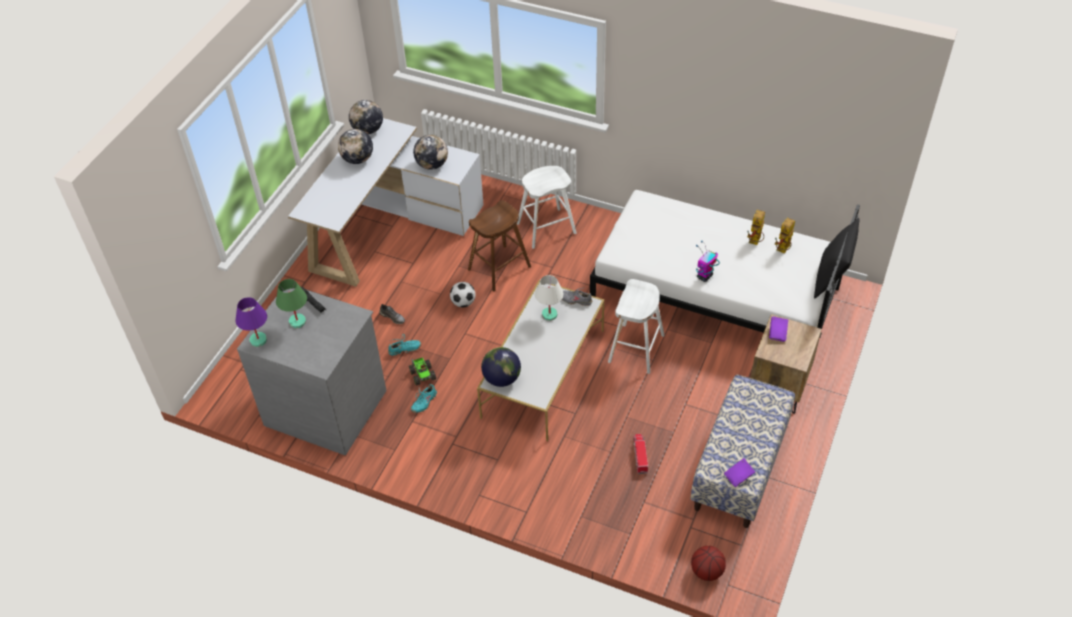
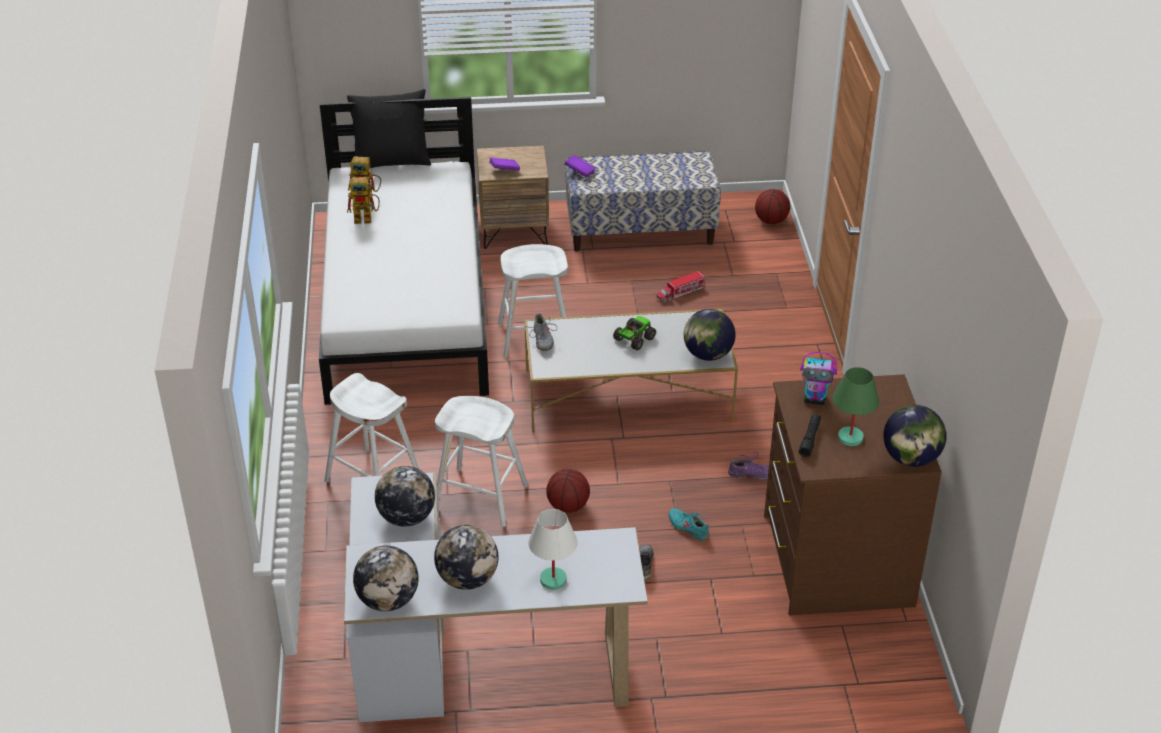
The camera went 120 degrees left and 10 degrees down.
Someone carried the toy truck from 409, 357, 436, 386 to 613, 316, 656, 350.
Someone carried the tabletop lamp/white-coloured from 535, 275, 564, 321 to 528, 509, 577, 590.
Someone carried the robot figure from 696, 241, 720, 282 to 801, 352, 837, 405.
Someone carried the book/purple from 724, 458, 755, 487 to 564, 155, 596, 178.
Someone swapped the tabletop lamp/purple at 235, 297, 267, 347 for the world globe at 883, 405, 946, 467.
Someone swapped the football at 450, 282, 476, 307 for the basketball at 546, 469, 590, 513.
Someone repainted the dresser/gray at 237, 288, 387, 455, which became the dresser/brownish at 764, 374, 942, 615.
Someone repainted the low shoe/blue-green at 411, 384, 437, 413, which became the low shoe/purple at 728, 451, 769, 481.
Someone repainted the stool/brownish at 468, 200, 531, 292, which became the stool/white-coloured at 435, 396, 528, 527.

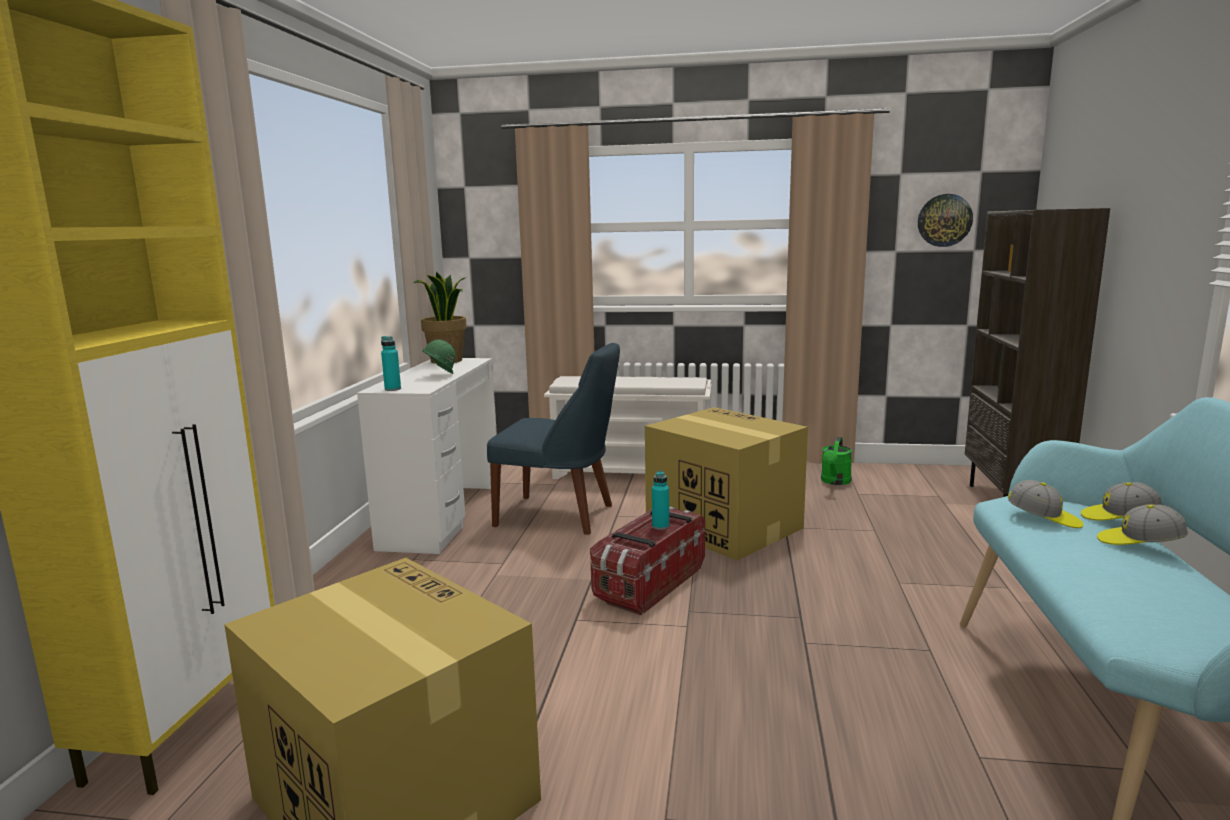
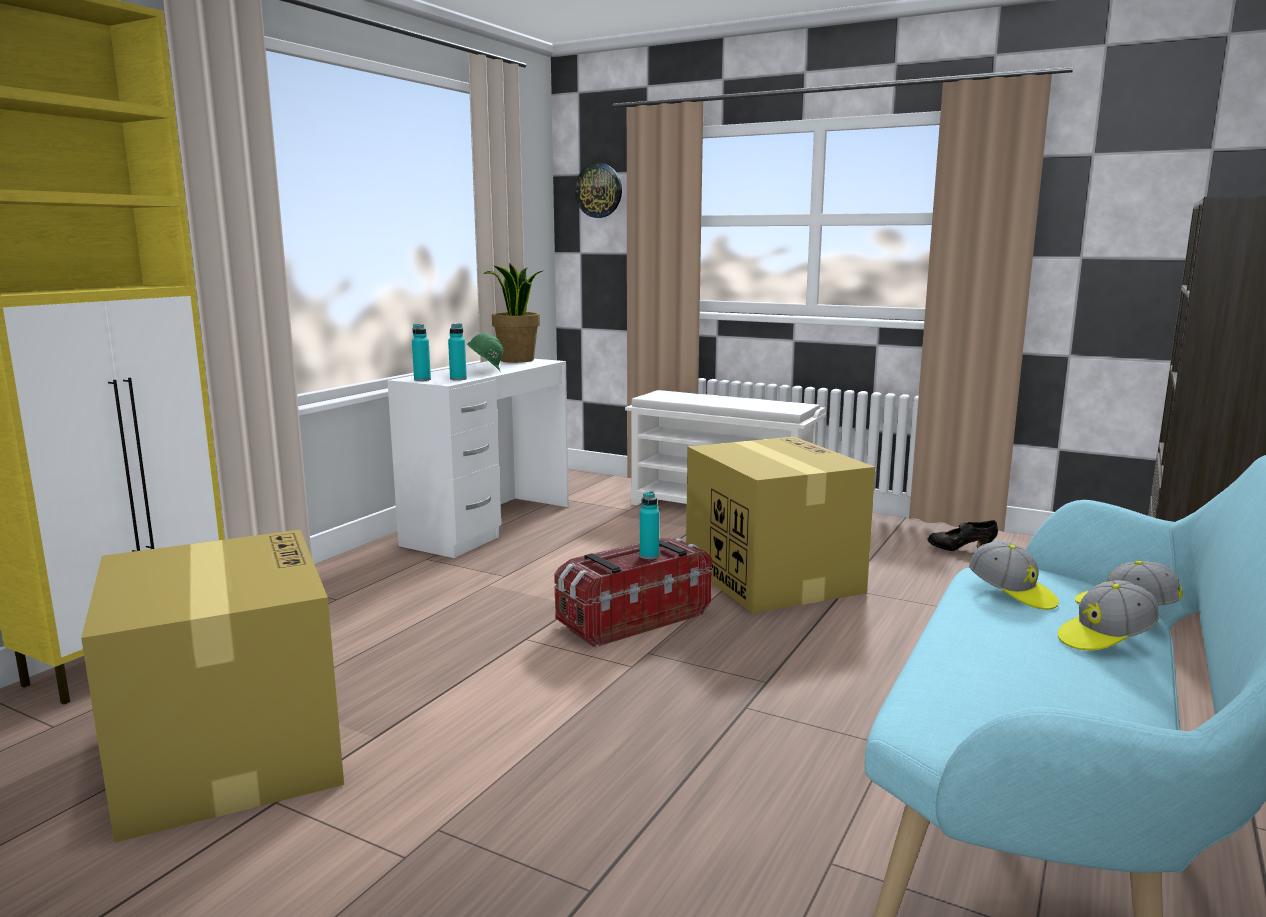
The camera went 20 degrees right and 0 degrees up.
Someone took away the plain chair/blue at 487, 343, 620, 535.
Someone put down the bottle/blue-green at 448, 323, 467, 381.
Someone carried the clock on the wall from 918, 194, 973, 247 to 575, 163, 622, 218.
Someone swapped the watering pot/greenish at 821, 437, 852, 485 for the low shoe/blackish at 927, 520, 998, 551.
Someone rotated the cap at 1097, 504, 1188, 545 by 60 degrees counterclockwise.

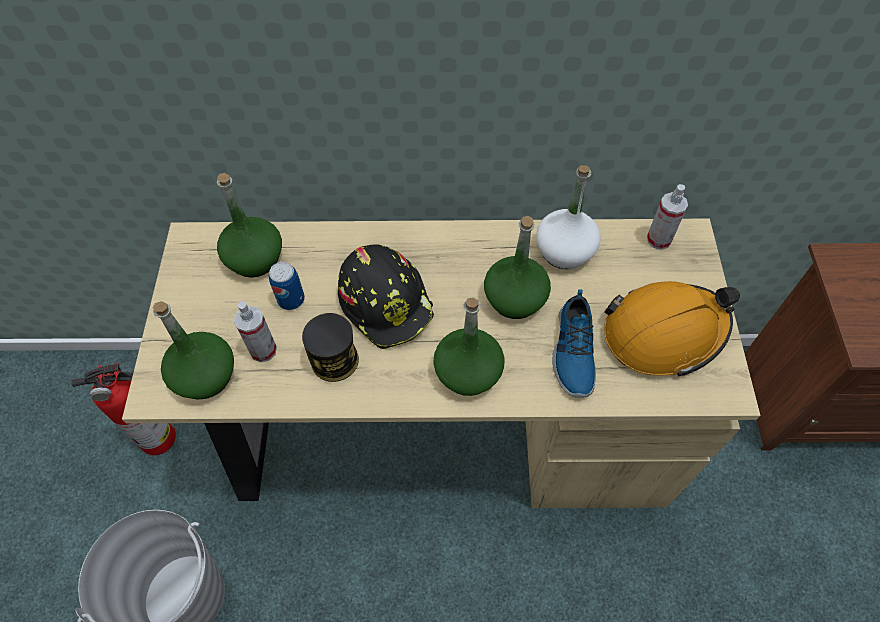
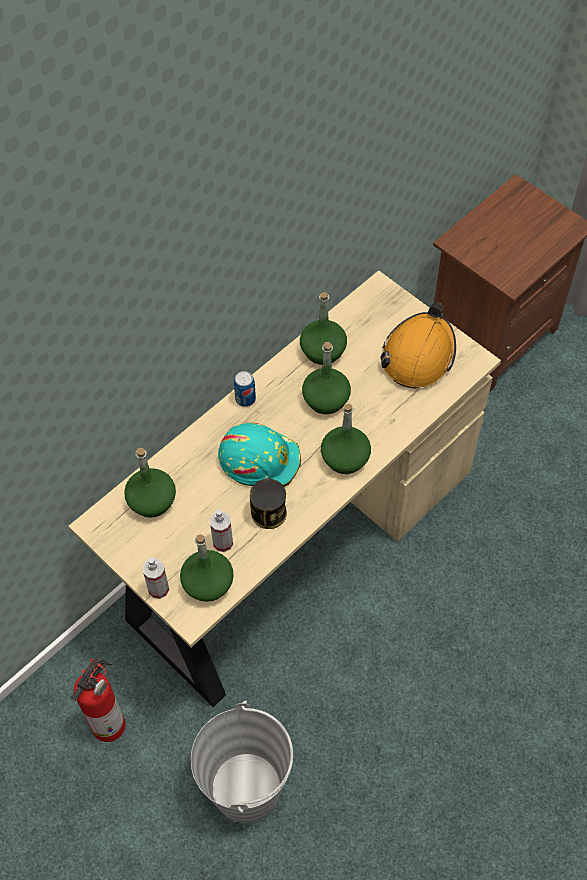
The camera went 45 degrees left and 0 degrees up.
Someone took away the low shoe at 552, 289, 596, 398.
Someone carried the sealed can from 269, 262, 305, 310 to 234, 371, 256, 407.
Someone carried the spray bottle from 647, 184, 688, 250 to 143, 557, 169, 599.
Someone repainted the safety helmet/blackish at 338, 245, 434, 349, which became the safety helmet/blue-green at 218, 423, 301, 487.
Someone repainted the bottle/white-coloured at 536, 165, 601, 269, which became the bottle/greenish at 300, 292, 347, 365.

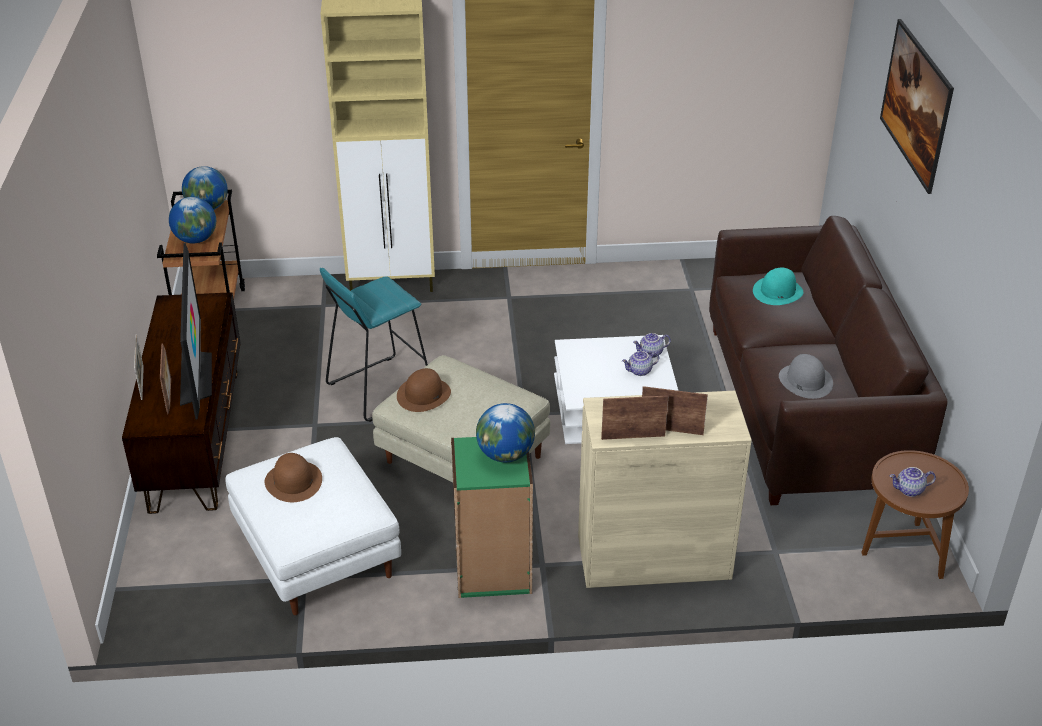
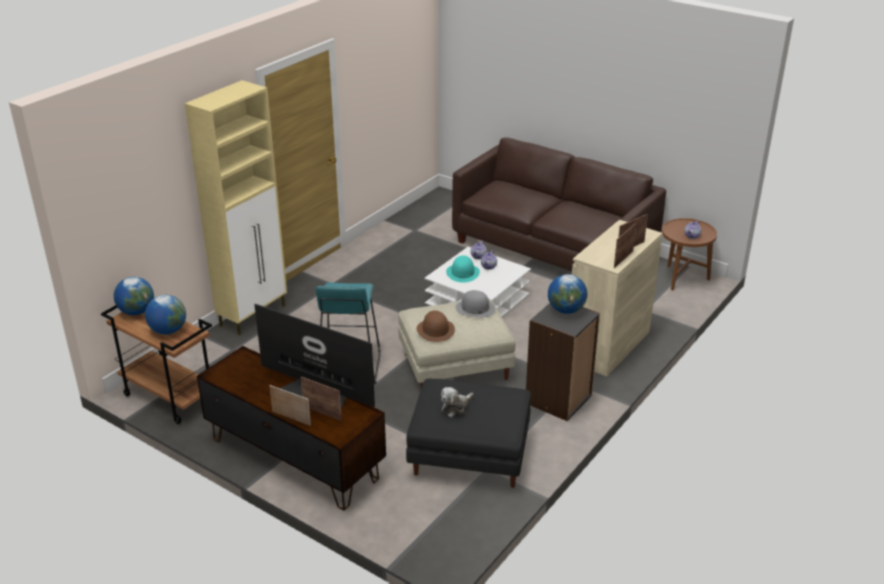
The camera went 50 degrees left and 5 degrees down.
Someone took away the picture at 880, 19, 954, 194.
Someone carried the hat/blue-green from 753, 268, 803, 305 to 446, 256, 480, 283.
Someone carried the hat/gray from 779, 354, 833, 399 to 455, 290, 495, 318.
Someone swapped the hat/brownish at 265, 453, 322, 502 for the cuddly toy at 441, 387, 474, 418.
Someone repainted the pouffe/white-coloured at 225, 437, 401, 615, which became the pouffe/blackish at 406, 378, 531, 488.
Someone repainted the shelving unit/greenish at 451, 437, 533, 598, which became the shelving unit/blackish at 526, 303, 600, 421.

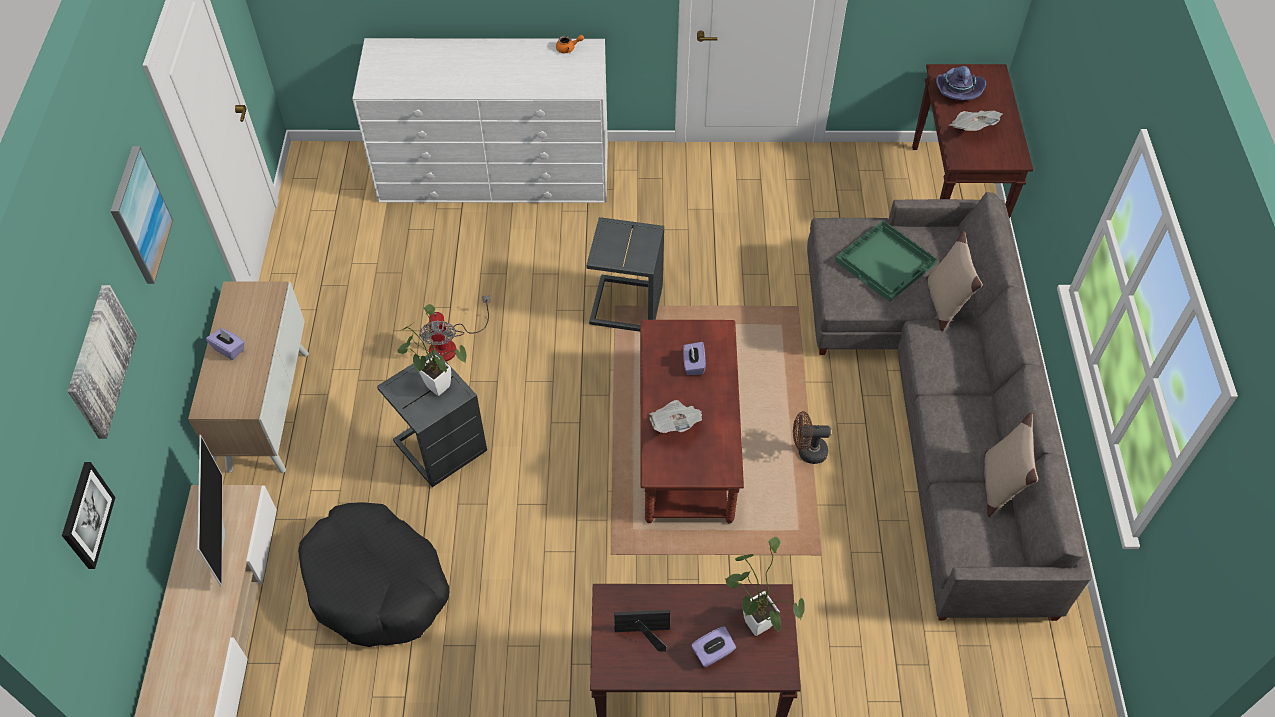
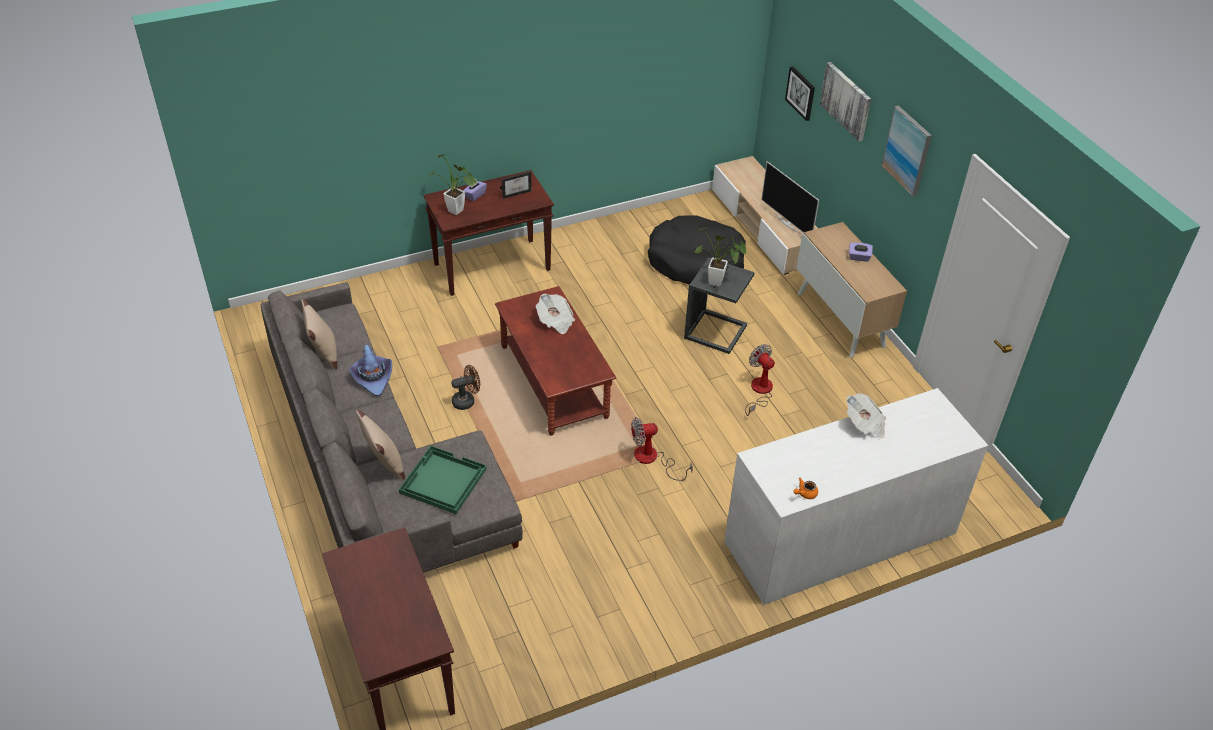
The camera went 155 degrees right and 10 degrees down.
Someone took away the tissue box/purple at 683, 342, 706, 375.
Someone carried the hat/purple from 936, 66, 986, 100 to 349, 344, 392, 396.
Someone carried the printed paper from 949, 111, 1003, 131 to 846, 393, 886, 438.
Someone swapped the accent table/gray at 586, 217, 664, 332 for the electric fan at 631, 417, 693, 481.

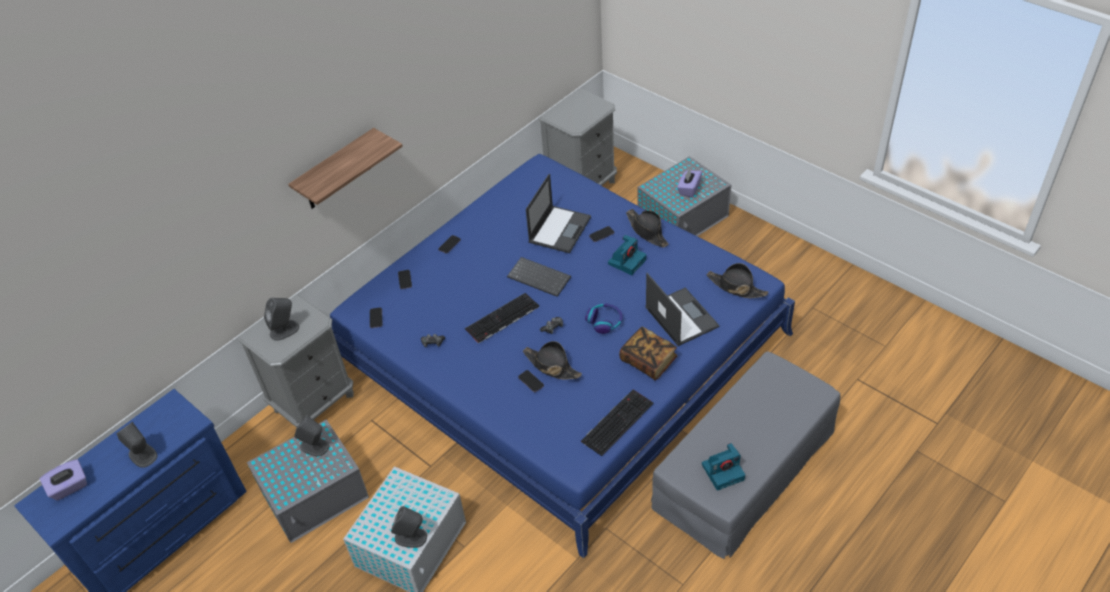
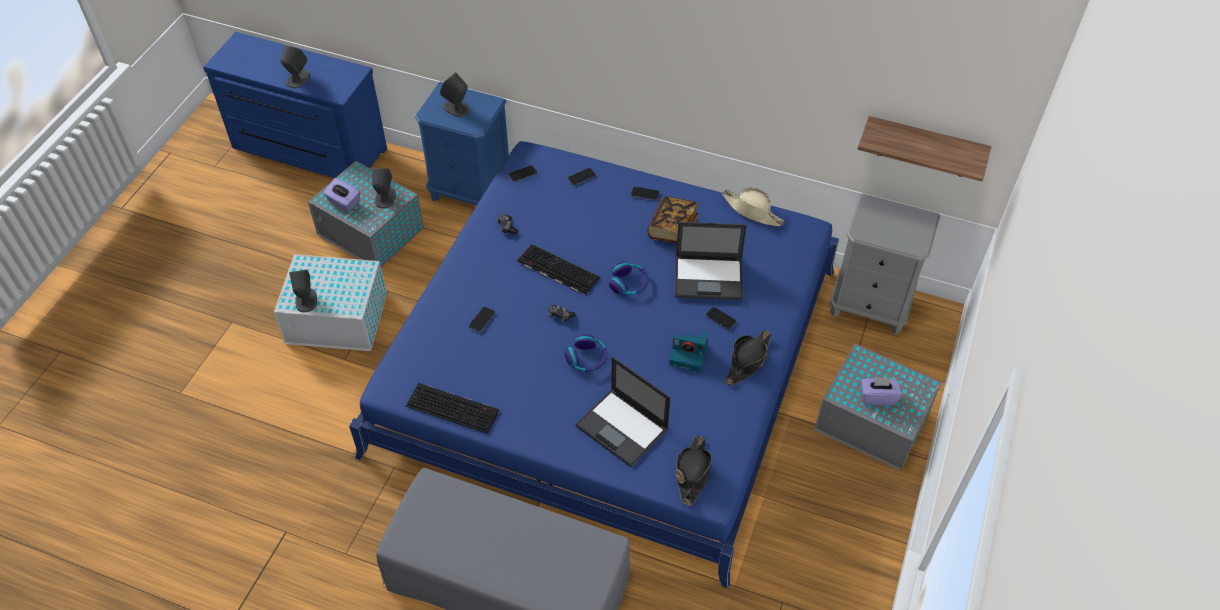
The camera went 65 degrees right and 5 degrees up.
Someone took away the hat/blackish at 523, 341, 582, 379.
Someone took away the photo camera at 702, 443, 745, 491.
Someone put down the hat/beige at 722, 187, 784, 226.
Someone carried the tissue box/purple from 40, 459, 87, 501 to 323, 178, 360, 212.
Someone carried the bracket shelf from 288, 128, 403, 209 to 857, 116, 991, 181.
Someone carried the book from 619, 326, 677, 380 to 647, 196, 698, 243.
Someone swapped the computer keyboard at 507, 257, 571, 297 for the headset at 609, 262, 649, 295.
Someone repainted the bedside table/gray at 237, 294, 354, 428, which became the bedside table/blue at 415, 82, 509, 205.
Someone rotated the portable computer at 645, 273, 720, 346 by 90 degrees clockwise.

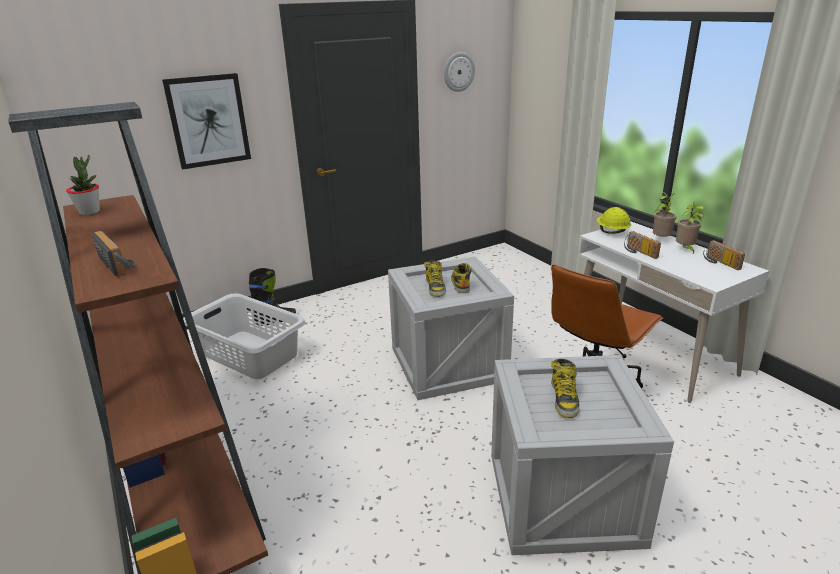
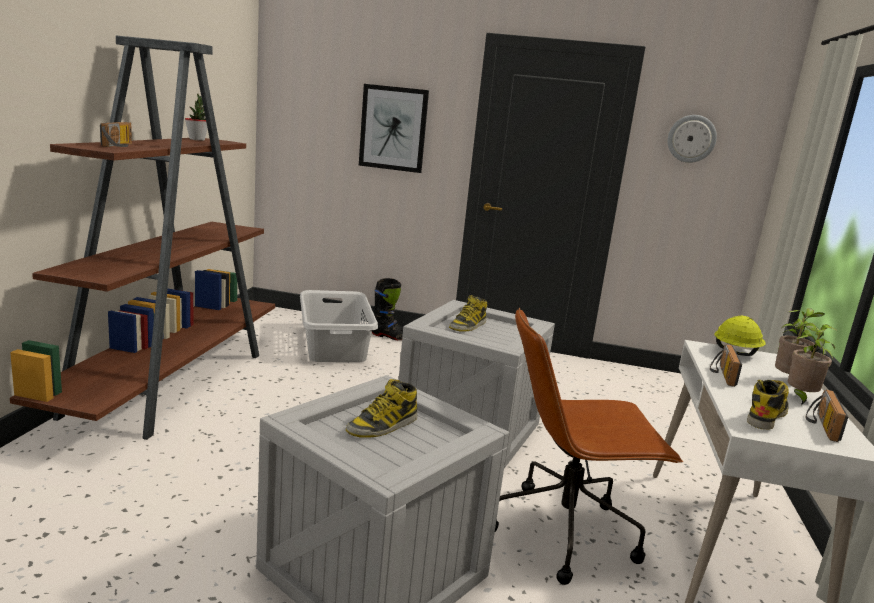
The camera went 40 degrees right and 10 degrees down.
Someone carried the boot from 451, 263, 472, 293 to 747, 380, 789, 430.

